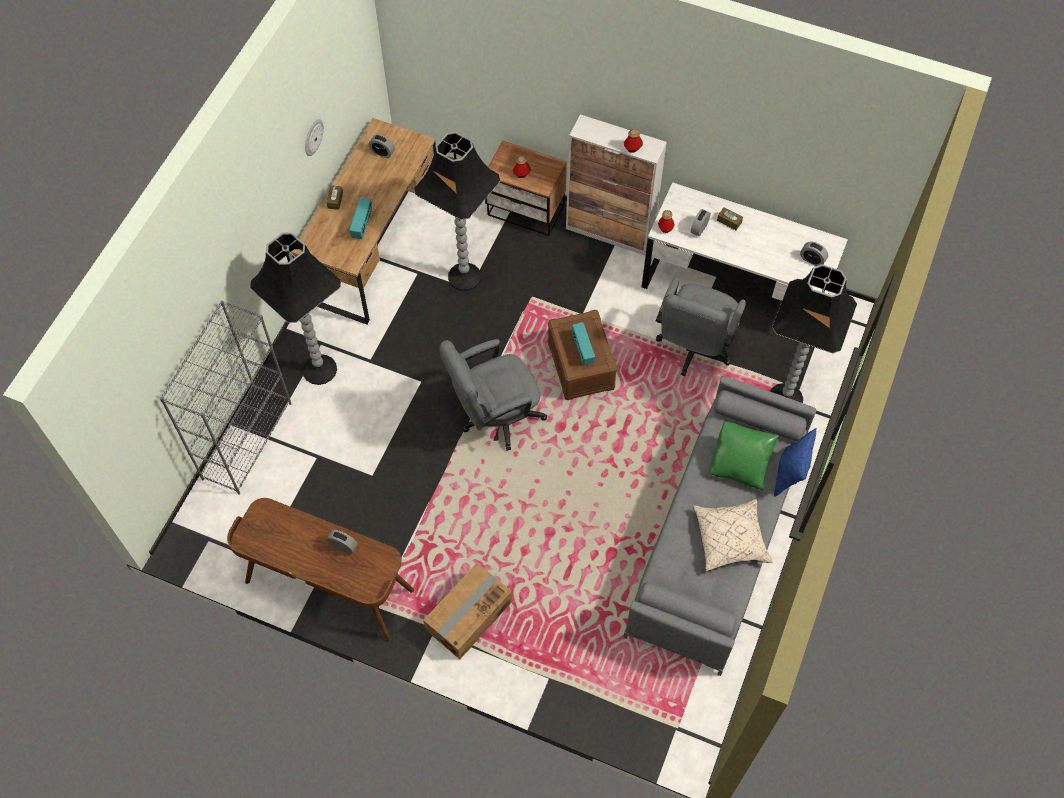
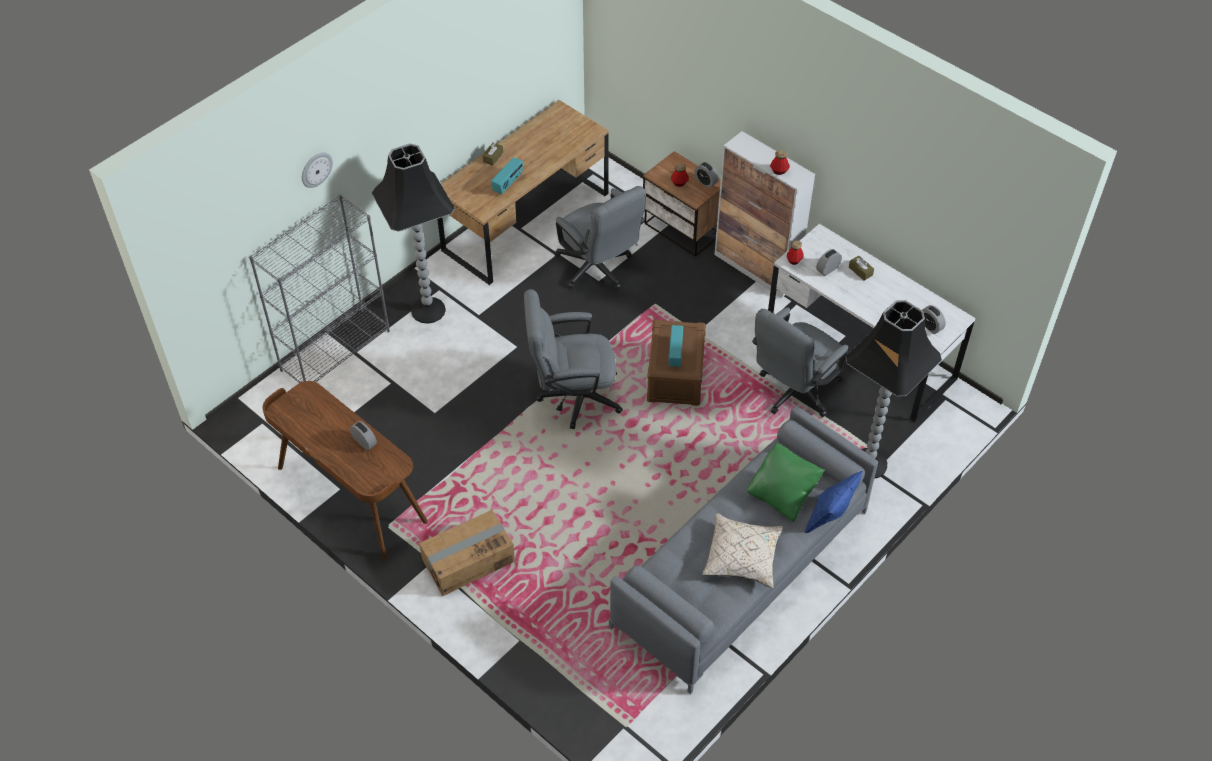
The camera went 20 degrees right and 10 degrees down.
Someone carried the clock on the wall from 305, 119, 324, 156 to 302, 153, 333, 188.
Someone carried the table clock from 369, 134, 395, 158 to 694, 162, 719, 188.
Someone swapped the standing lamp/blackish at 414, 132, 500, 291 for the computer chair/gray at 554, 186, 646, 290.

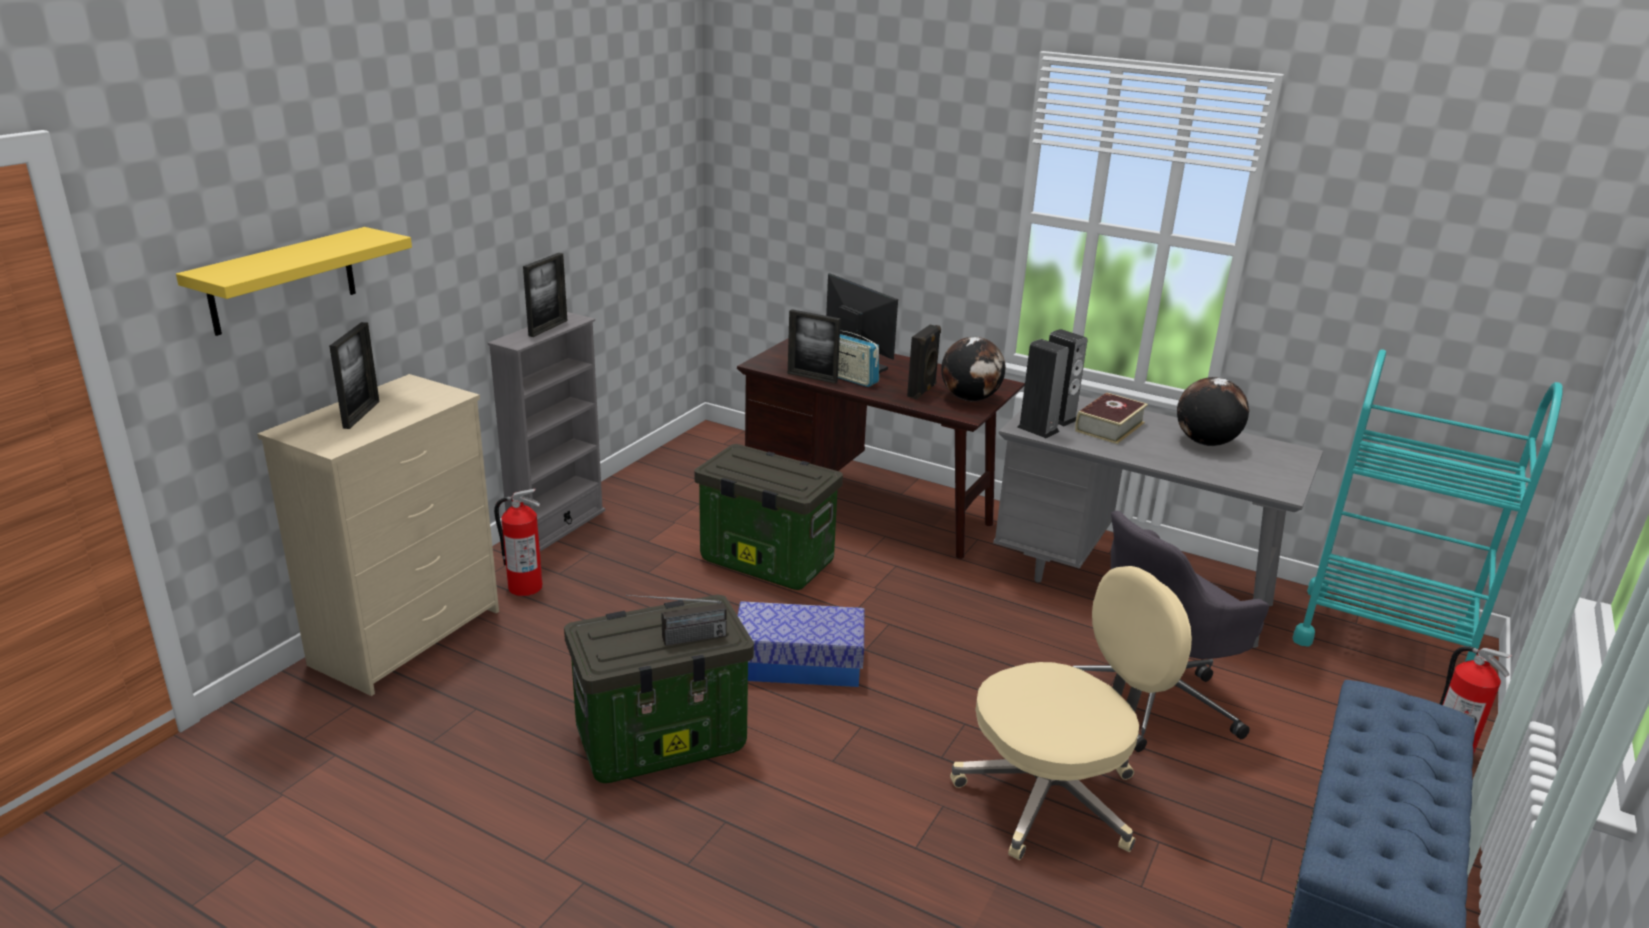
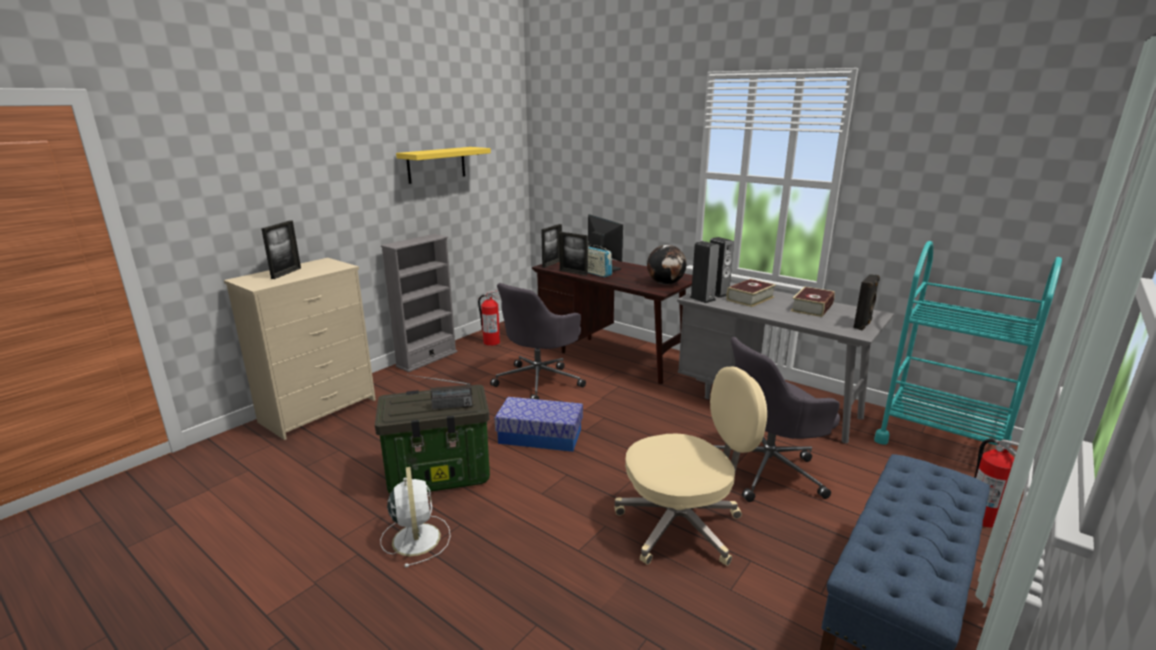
The camera went 10 degrees right and 5 degrees down.
Someone put down the electric fan/white-coloured at 380, 467, 451, 568.
Someone carried the bracket shelf/yellow-coloured from 176, 227, 412, 336 to 396, 147, 491, 184.
Someone carried the fire-fighting cylinder from 494, 488, 543, 596 to 478, 290, 500, 346.
Someone carried the standing frame from 523, 253, 567, 337 to 541, 224, 562, 268.
Someone carried the loudspeaker/blackish from 907, 325, 941, 400 to 853, 274, 880, 330.
Someone swapped the storage box at 694, 444, 843, 590 for the computer chair/gray at 490, 283, 586, 399.
Someone swapped the world globe at 1177, 377, 1249, 446 for the book at 791, 286, 835, 317.

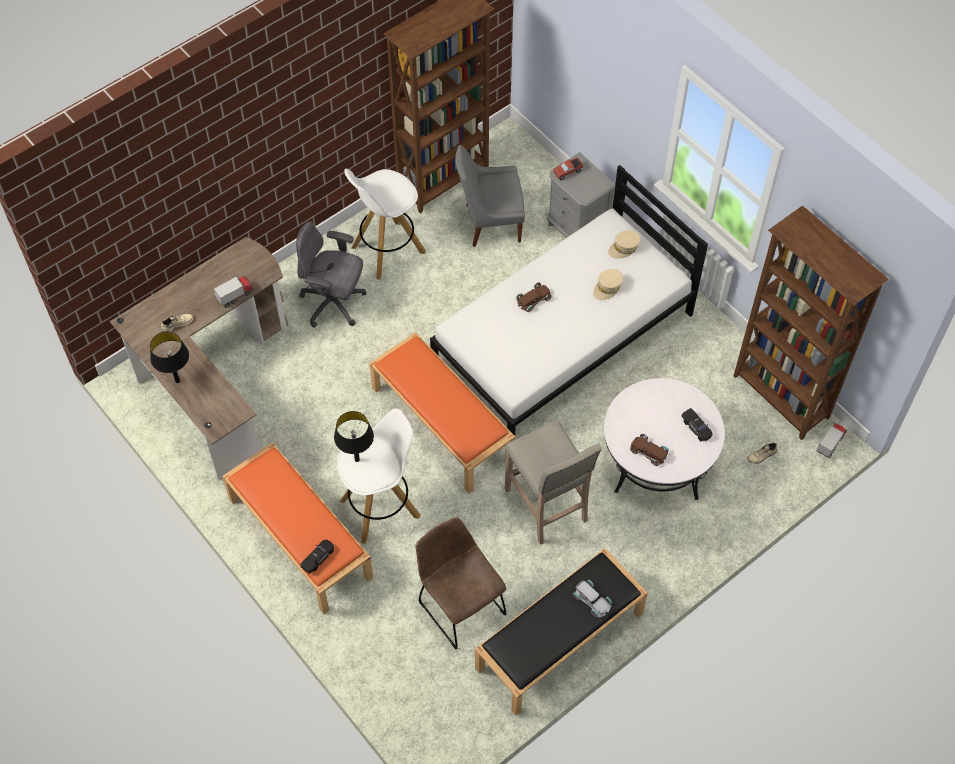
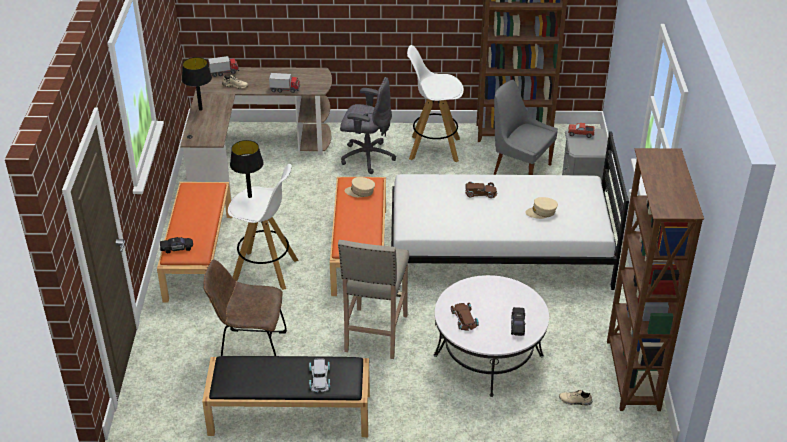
The camera went 40 degrees right and 20 degrees down.
Someone carried the cap/beige from 608, 230, 640, 259 to 345, 177, 375, 197.
Someone carried the toy truck from 817, 423, 847, 458 to 208, 56, 239, 77.
Someone rotated the computer chair/gray at 296, 221, 366, 328 by 135 degrees clockwise.
Someone rotated the plain chair/brownish at 416, 517, 507, 649 by 90 degrees counterclockwise.

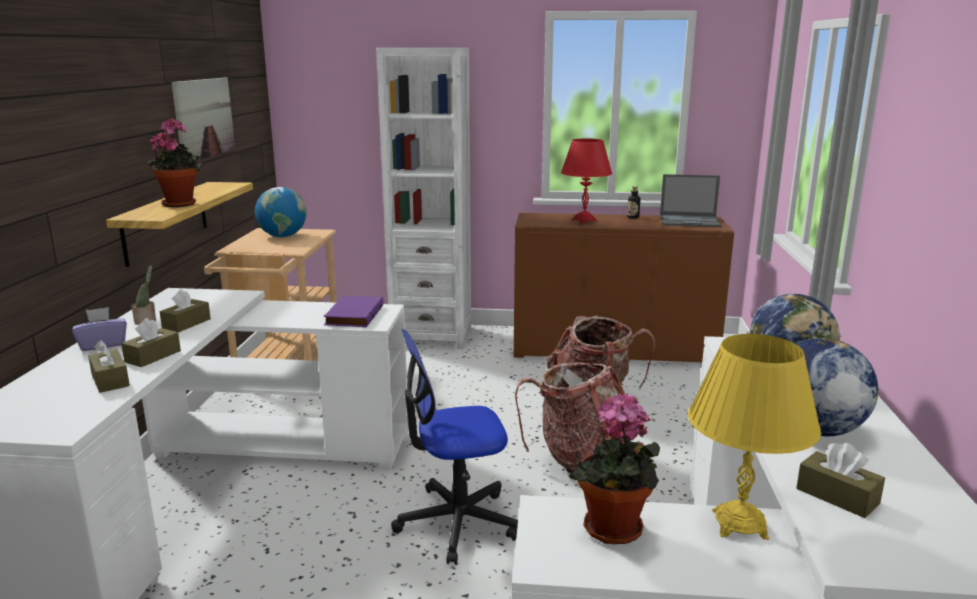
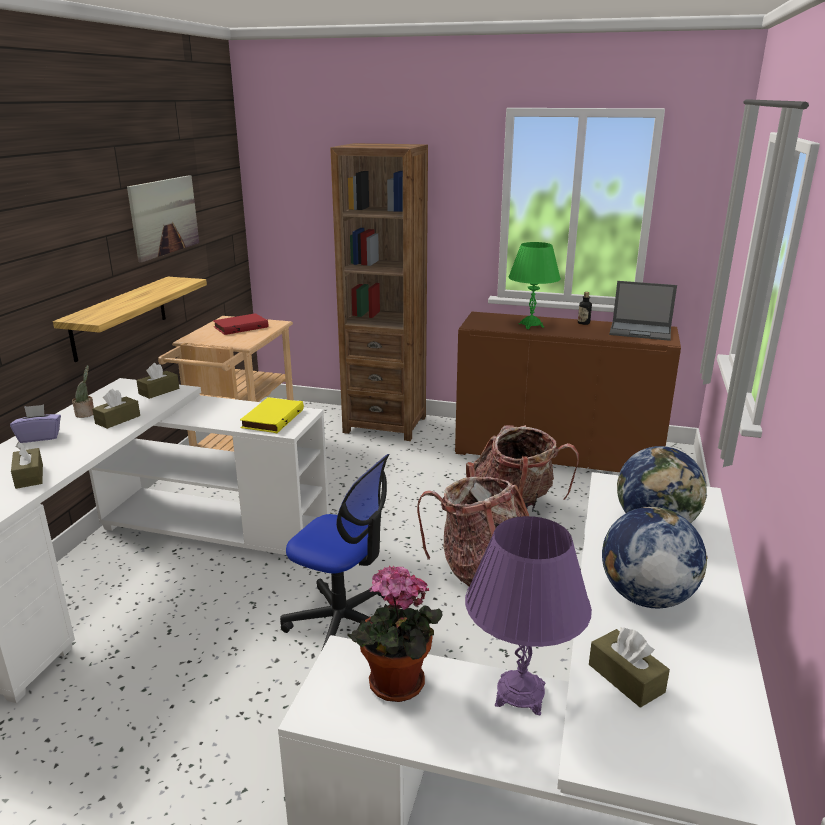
The camera went 10 degrees right and 5 degrees up.
Someone took away the houseplant at 144, 118, 203, 207.
Someone carried the tissue box/brownish from 121, 318, 181, 367 to 136, 363, 179, 399.
Someone swapped the world globe at 255, 187, 307, 237 for the book/reddish at 213, 313, 268, 335.
Someone repainted the book/purple at 324, 296, 384, 328, which became the book/yellow-coloured at 240, 397, 304, 433.
Someone repainted the shelving unit/white-coloured at 376, 48, 471, 349, which became the shelving unit/brownish at 330, 143, 428, 441.
Someone repainted the tabletop lamp/reddish at 561, 139, 612, 224, which became the tabletop lamp/greenish at 508, 242, 561, 329.
Someone repainted the tabletop lamp/yellow-coloured at 688, 334, 821, 540, which became the tabletop lamp/purple at 465, 516, 592, 715.
Someone rotated the computer chair at 391, 329, 518, 564 by 150 degrees counterclockwise.

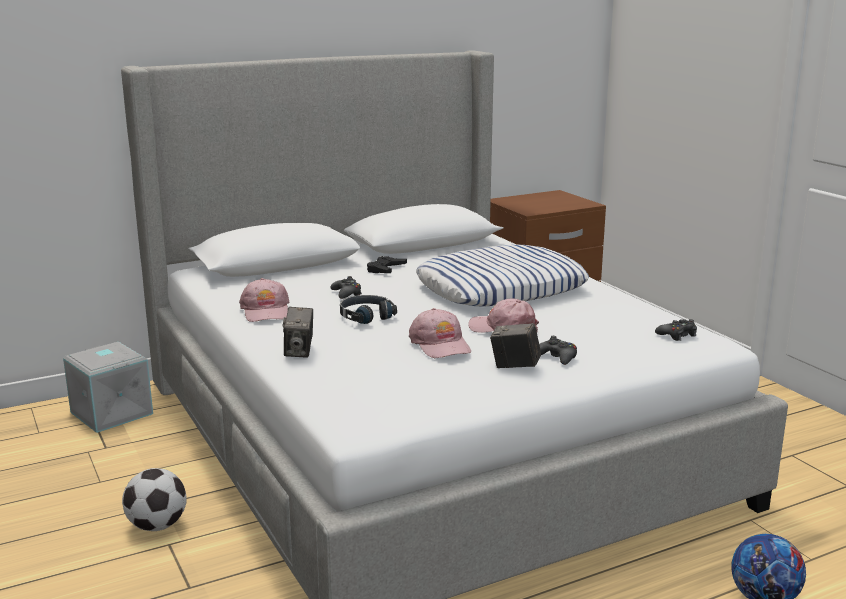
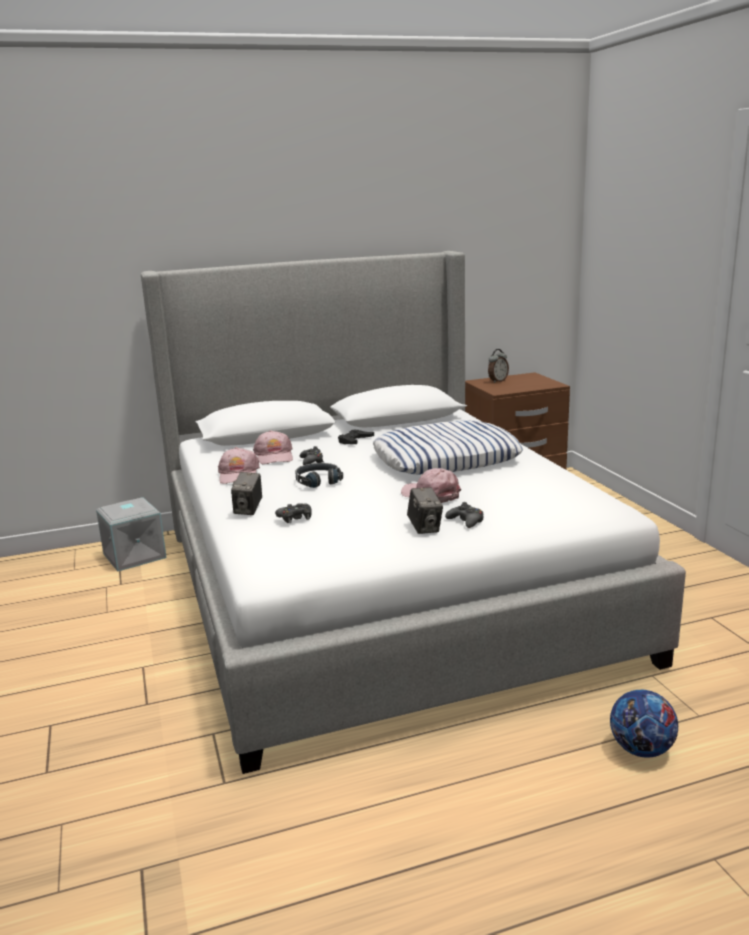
The camera went 10 degrees right and 0 degrees up.
Someone took away the football at 122, 468, 187, 531.
Someone put down the table clock at 488, 349, 509, 383.
Someone carried the cap/pink from 409, 308, 471, 358 to 253, 430, 293, 464.
Someone carried the joypad/blackish from 655, 319, 697, 341 to 275, 503, 312, 523.
Someone rotated the photo camera at 490, 323, 541, 368 by 135 degrees counterclockwise.

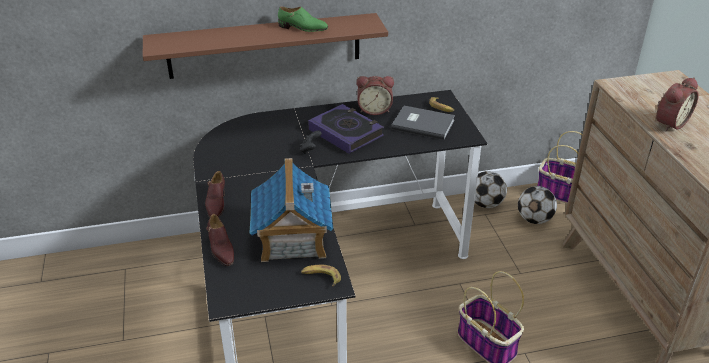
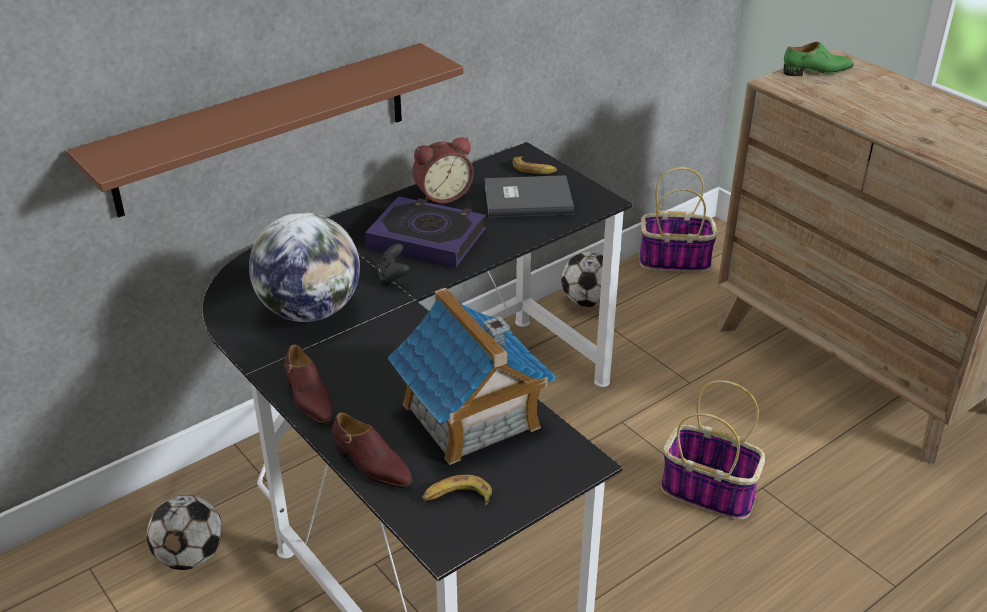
The camera went 25 degrees left and 0 degrees up.
Someone took away the table clock at 656, 77, 699, 131.
Someone put down the world globe at 249, 212, 360, 322.
Someone carried the low shoe/greenish from 278, 7, 328, 32 to 784, 42, 854, 76.
Someone carried the banana from 301, 265, 341, 286 to 422, 475, 492, 505.
Someone carried the football from 518, 186, 557, 224 to 146, 495, 223, 570.

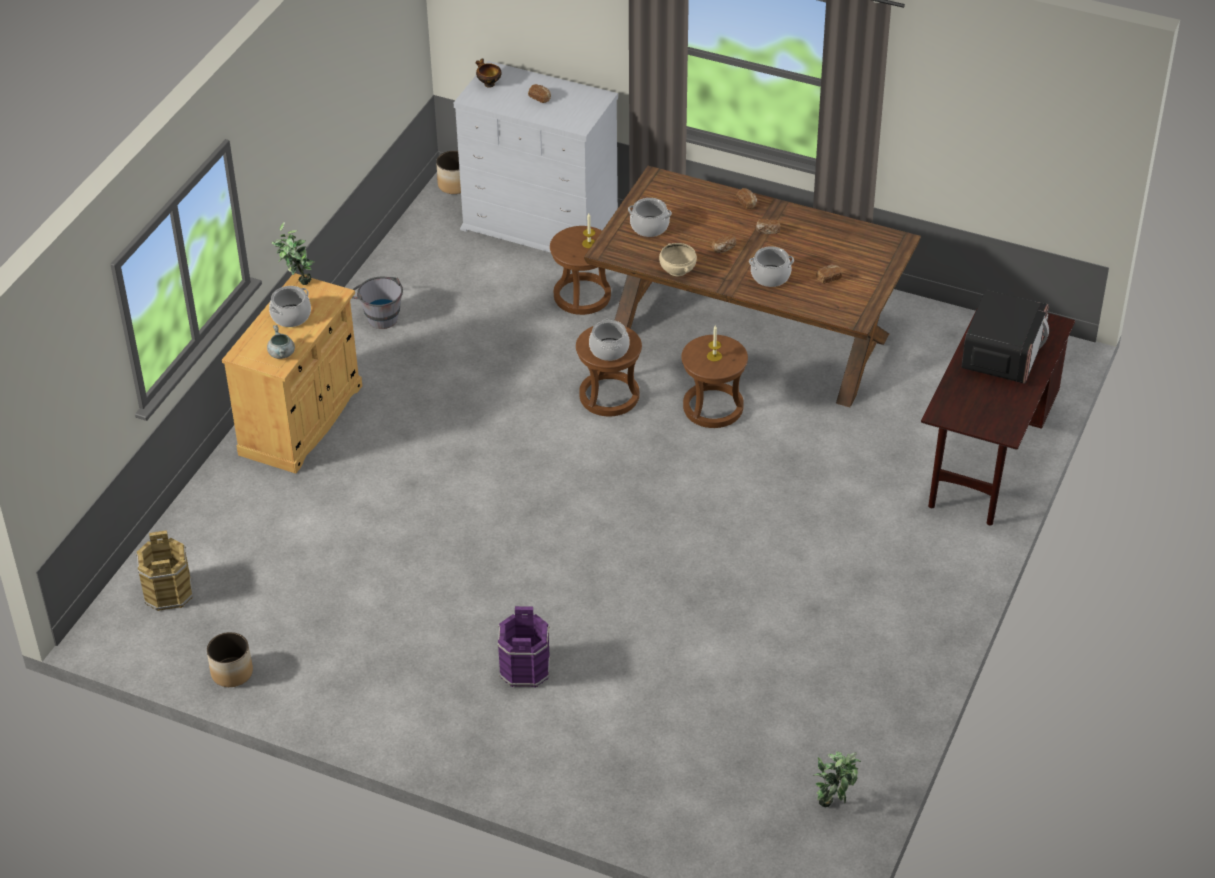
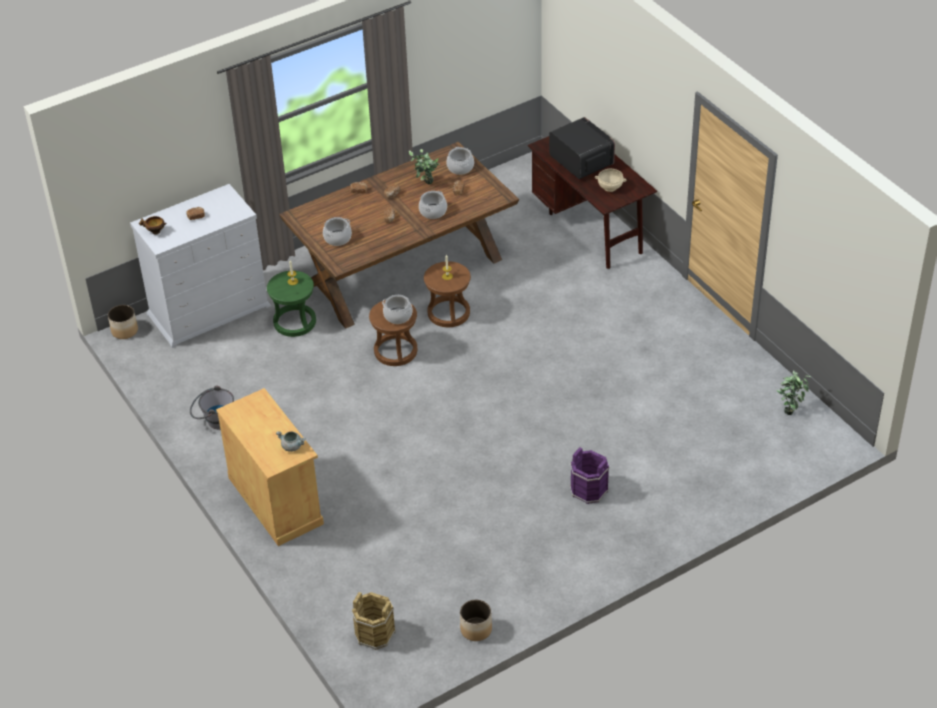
The camera went 55 degrees left and 0 degrees up.
Someone carried the cooking pot from 269, 286, 311, 327 to 446, 147, 474, 175.
Someone carried the houseplant from 272, 222, 315, 285 to 409, 149, 440, 184.
Someone carried the deep dish/beige from 659, 243, 697, 276 to 595, 169, 627, 192.
Someone repainted the stool/brownish at 550, 226, 611, 315, which became the stool/greenish at 267, 271, 316, 337.

